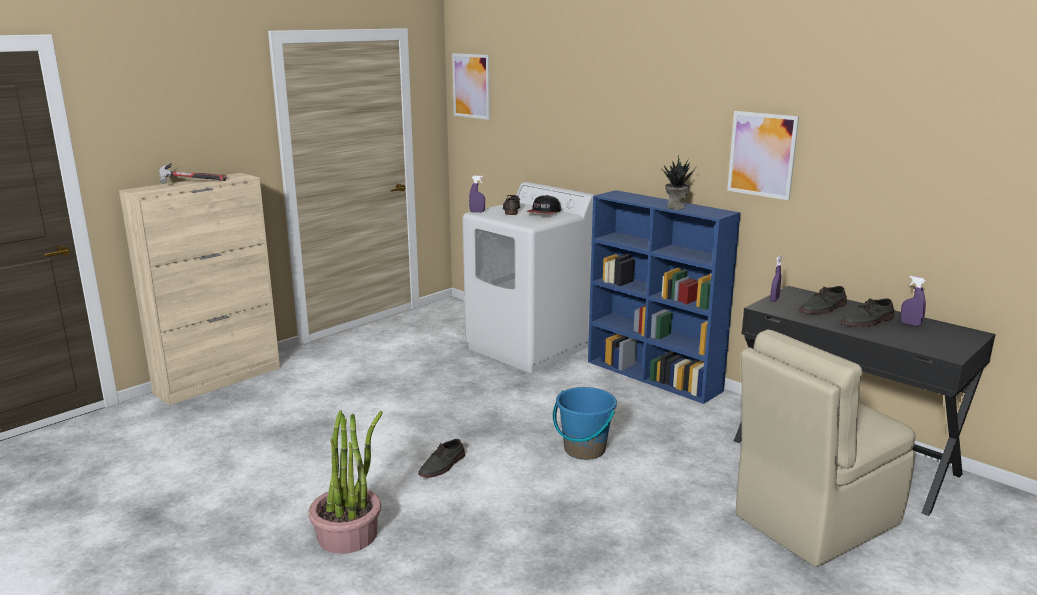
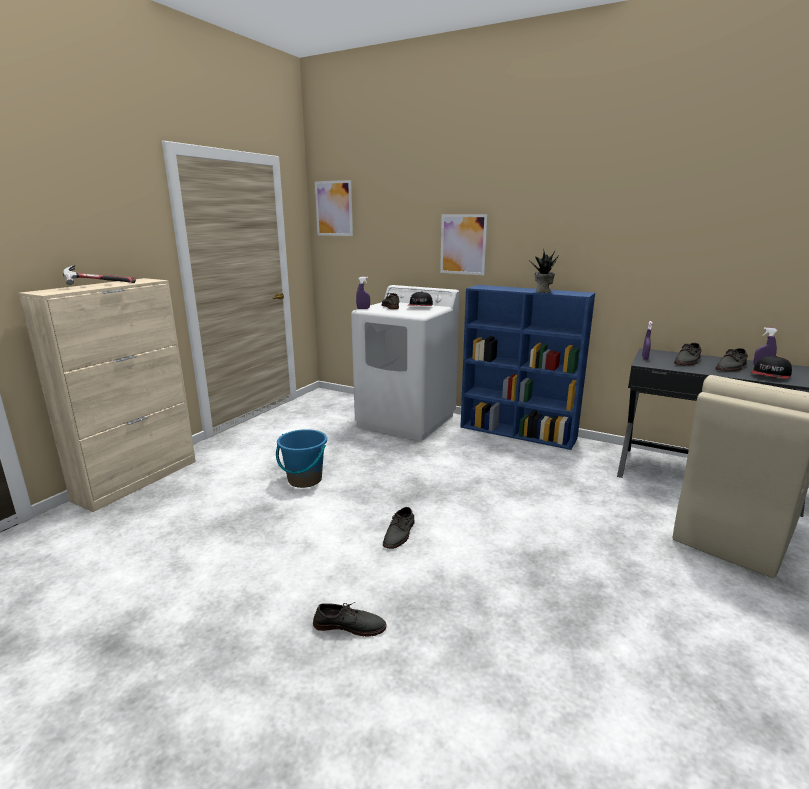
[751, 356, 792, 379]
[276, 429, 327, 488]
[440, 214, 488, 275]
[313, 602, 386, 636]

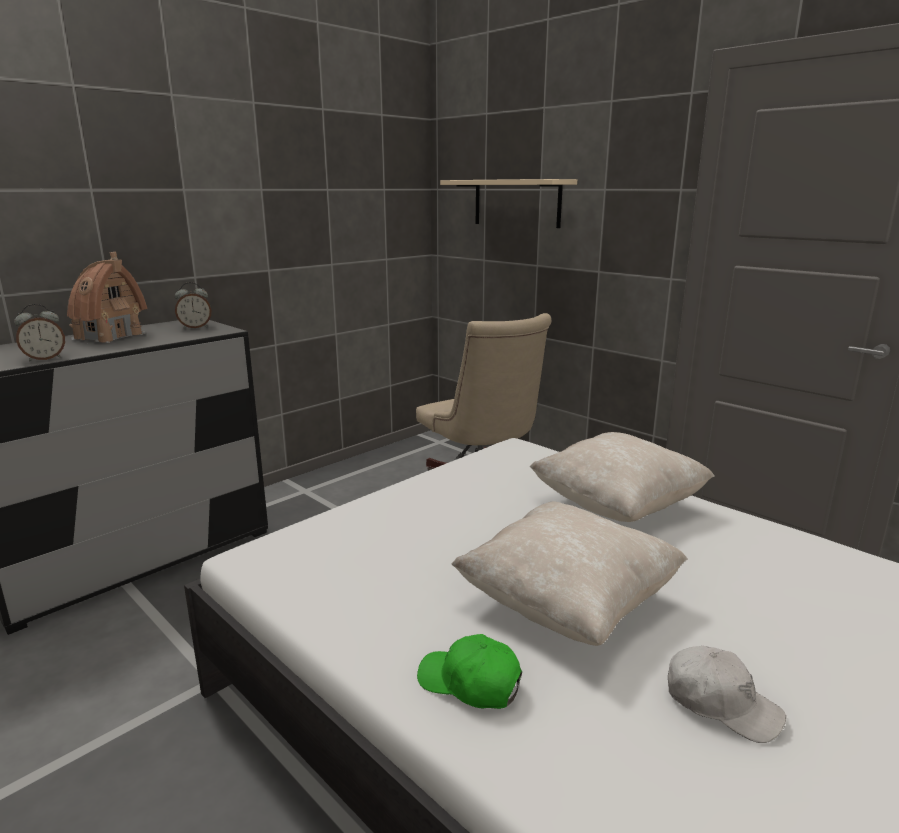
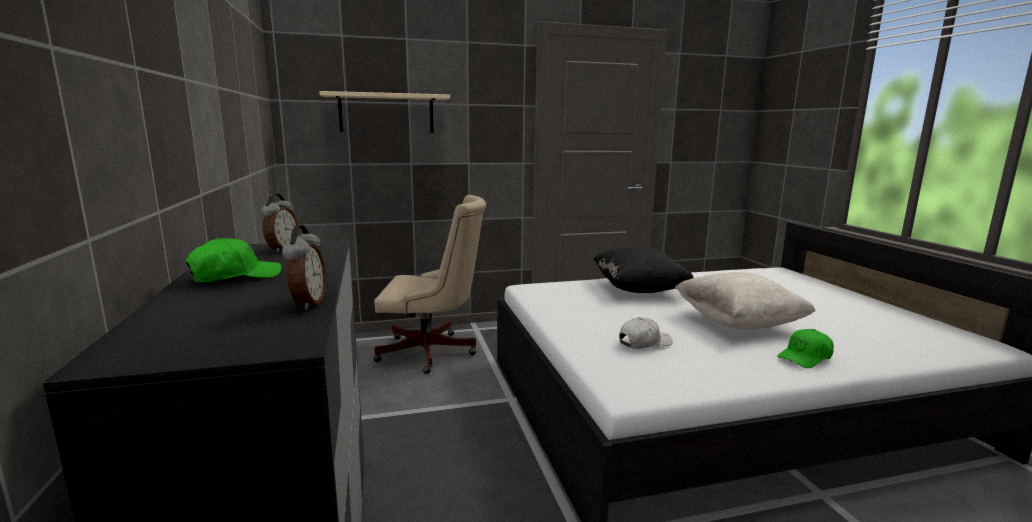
[619, 317, 673, 349]
[186, 238, 282, 282]
[594, 247, 694, 293]

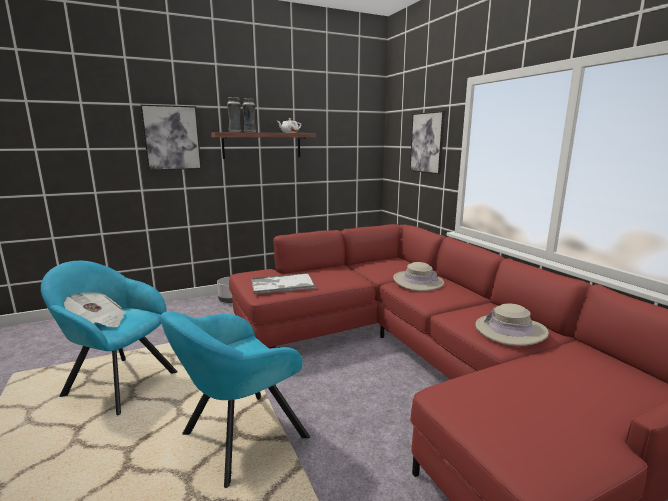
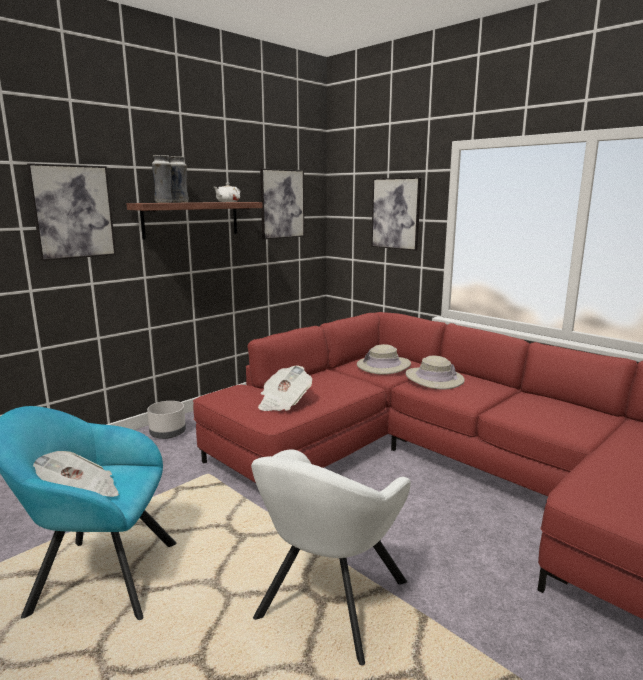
[260, 169, 304, 239]
[357, 344, 411, 375]
[258, 366, 312, 411]
[251, 449, 411, 666]

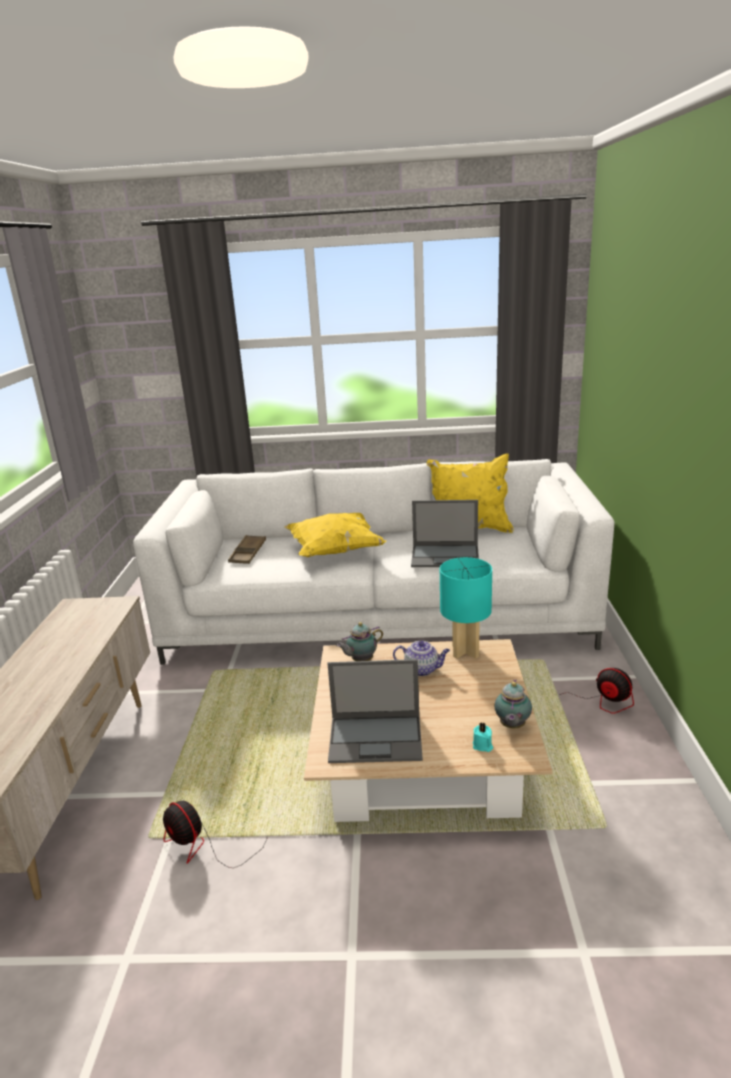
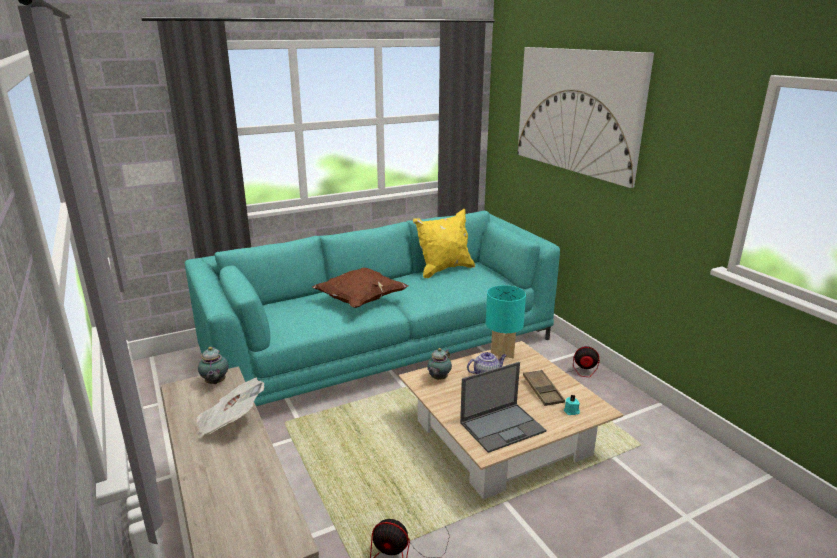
[411, 500, 479, 567] (first image)
[196, 378, 264, 438]
[517, 47, 654, 188]
[523, 370, 565, 406]
[198, 347, 229, 384]
[185, 211, 560, 406]
[312, 268, 408, 308]

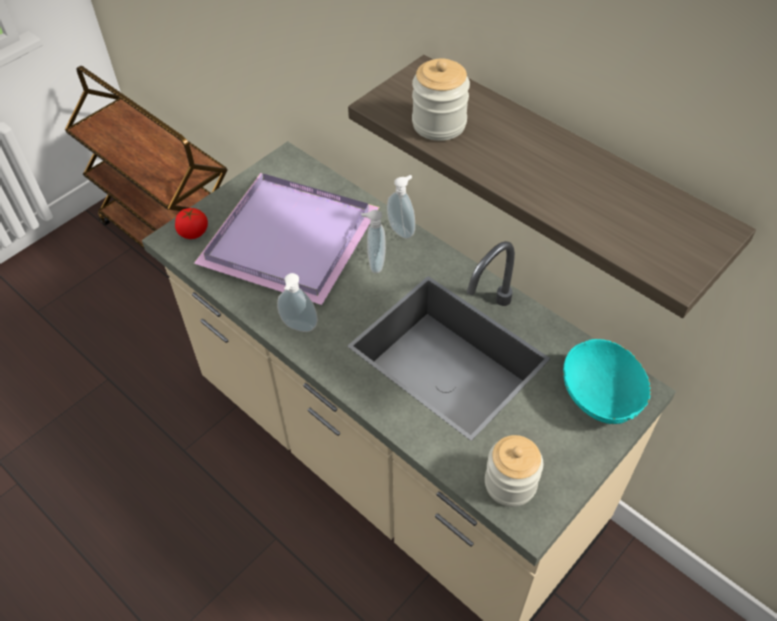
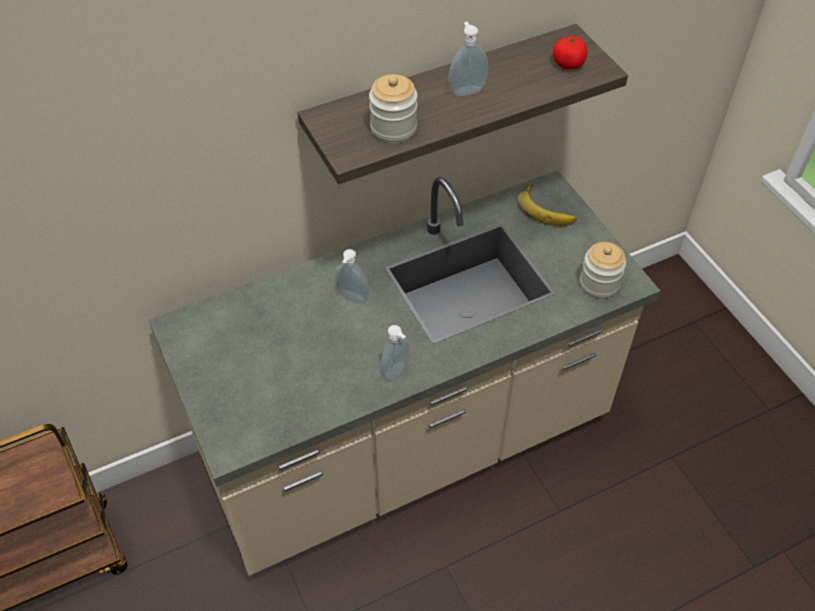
[194, 173, 379, 305] (first image)
[553, 36, 588, 70]
[448, 22, 488, 96]
[517, 183, 577, 226]

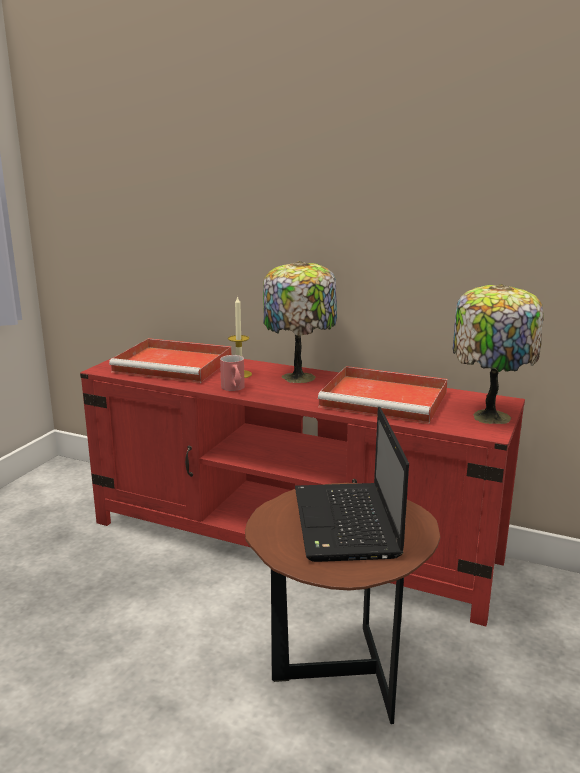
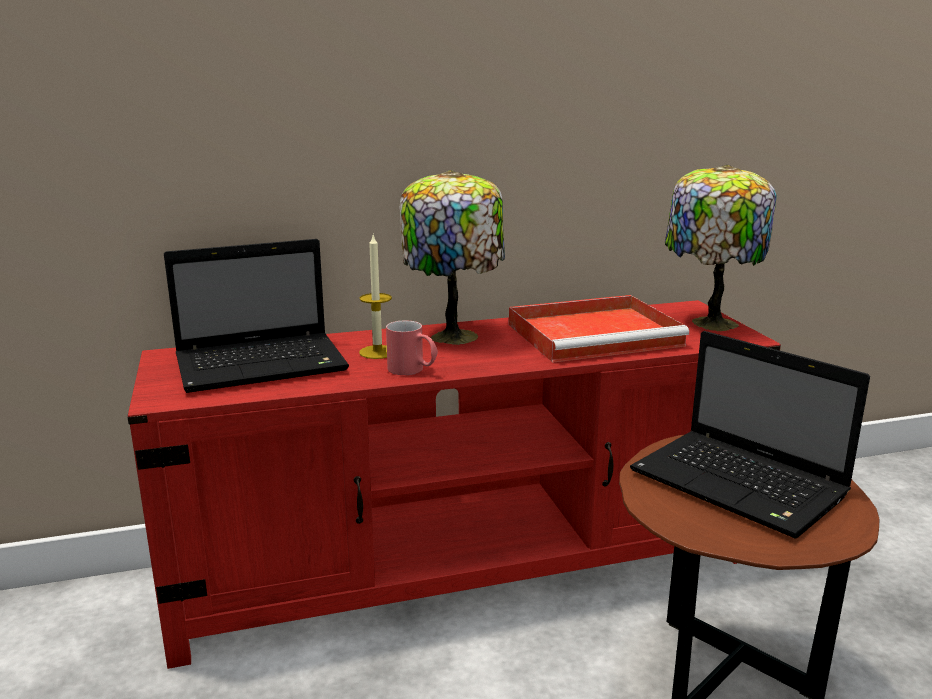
[164, 239, 349, 393]

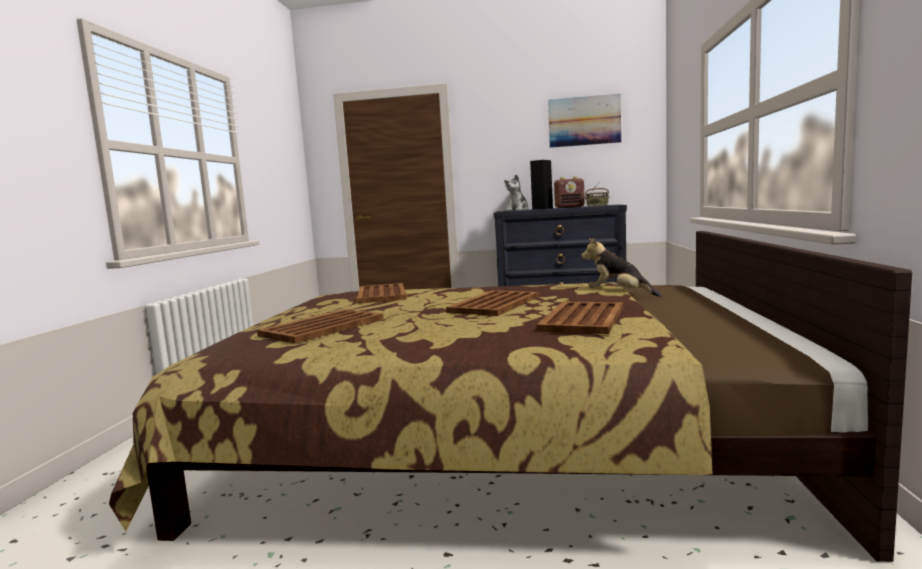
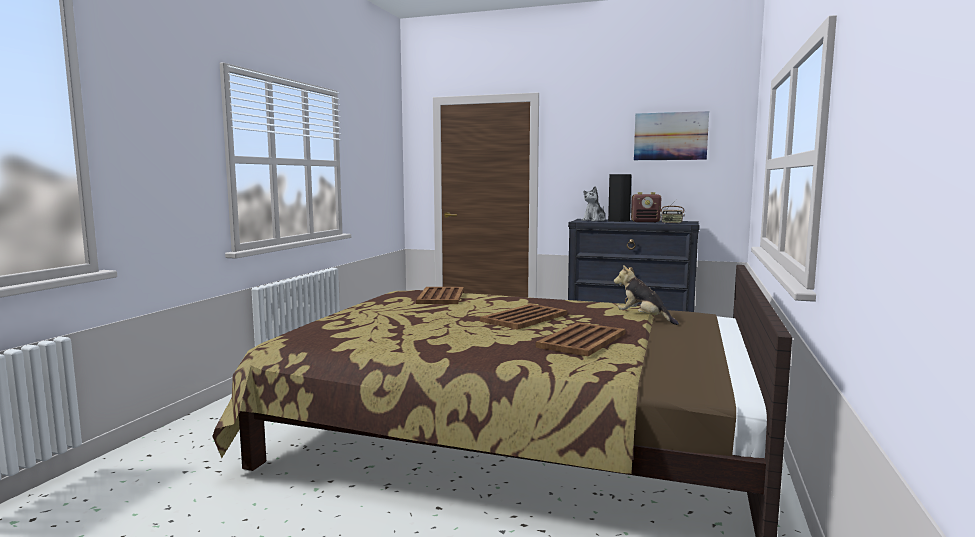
[257, 309, 384, 344] (first image)

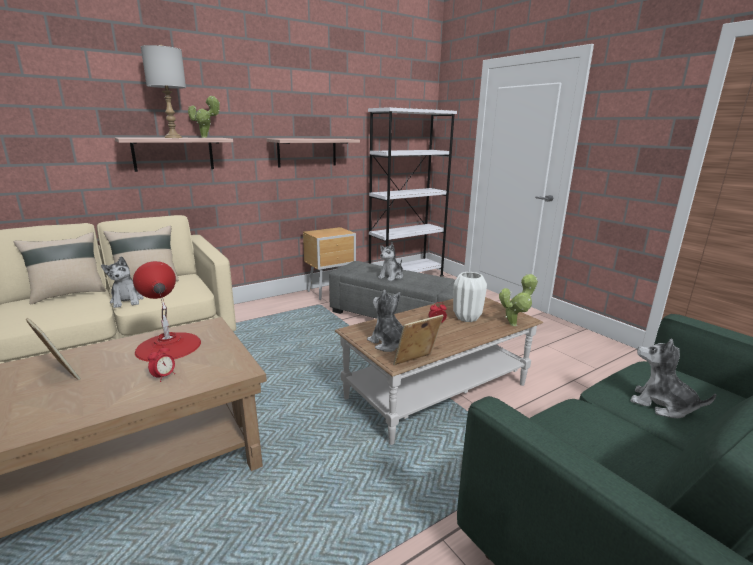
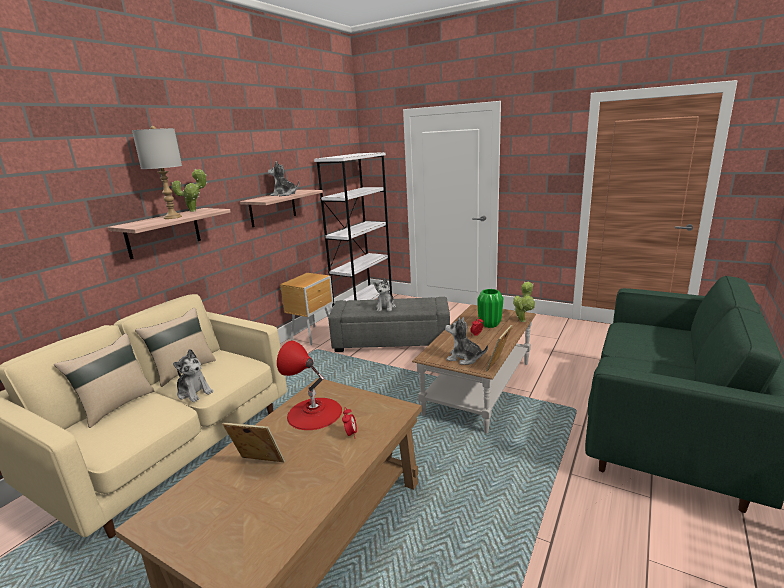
[268, 161, 299, 196]
[477, 289, 503, 328]

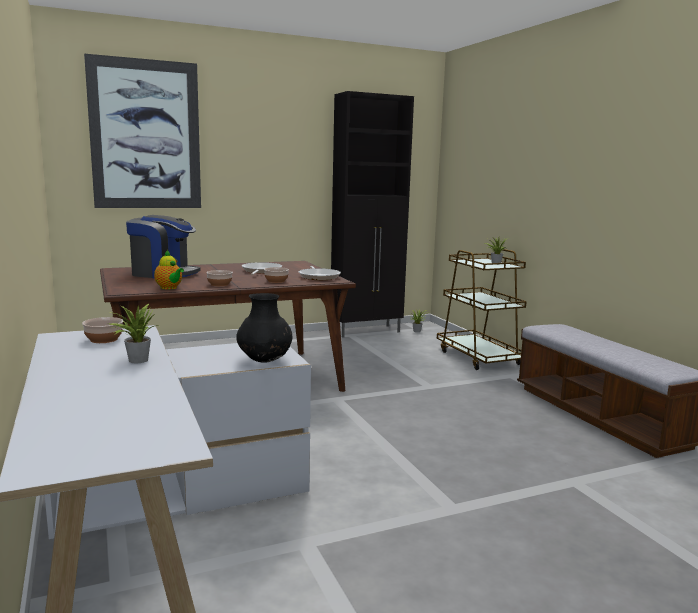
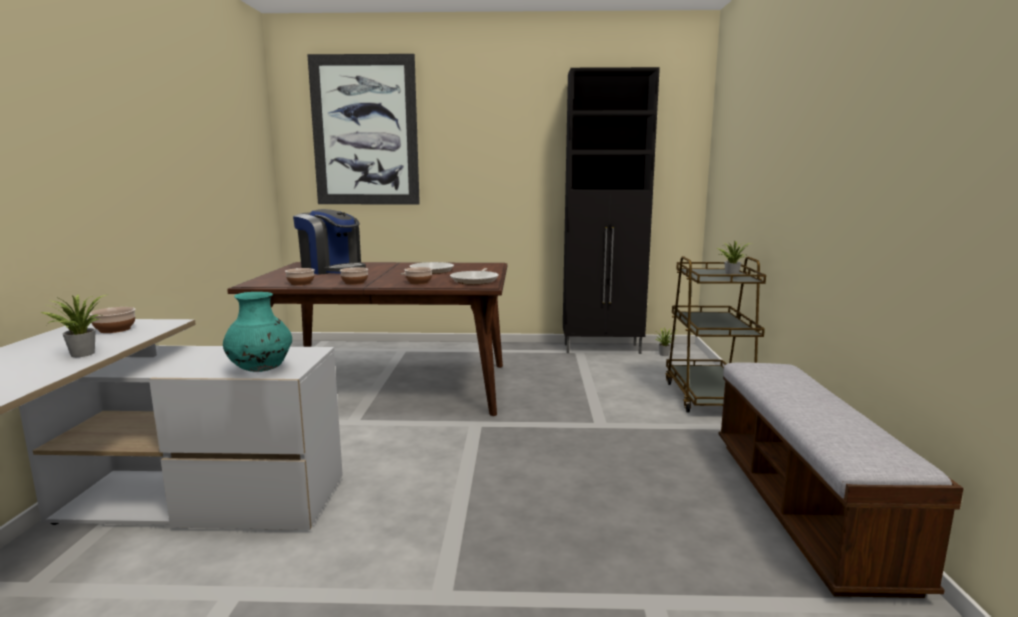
[285, 268, 315, 286]
[223, 292, 292, 372]

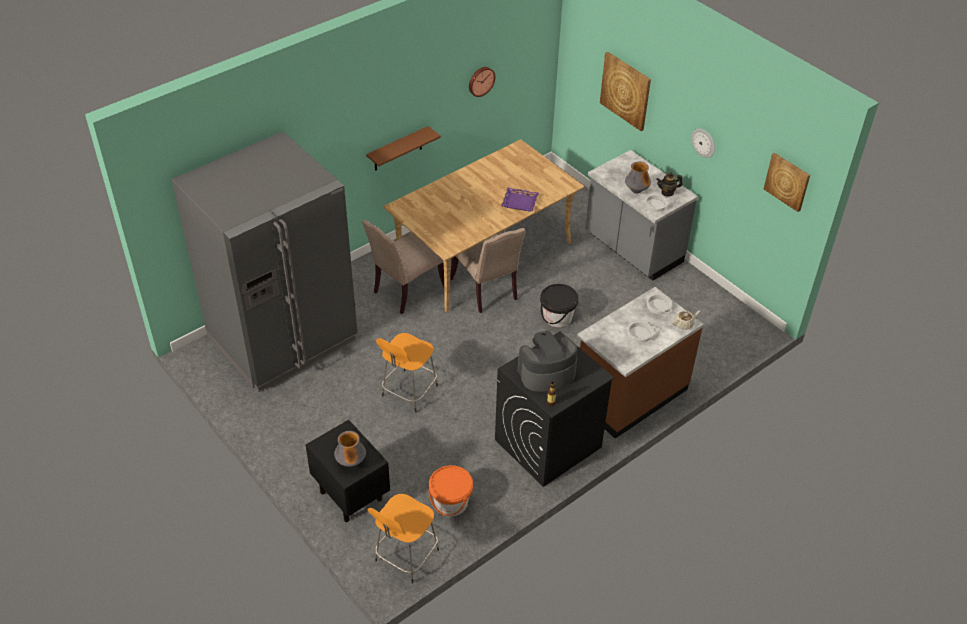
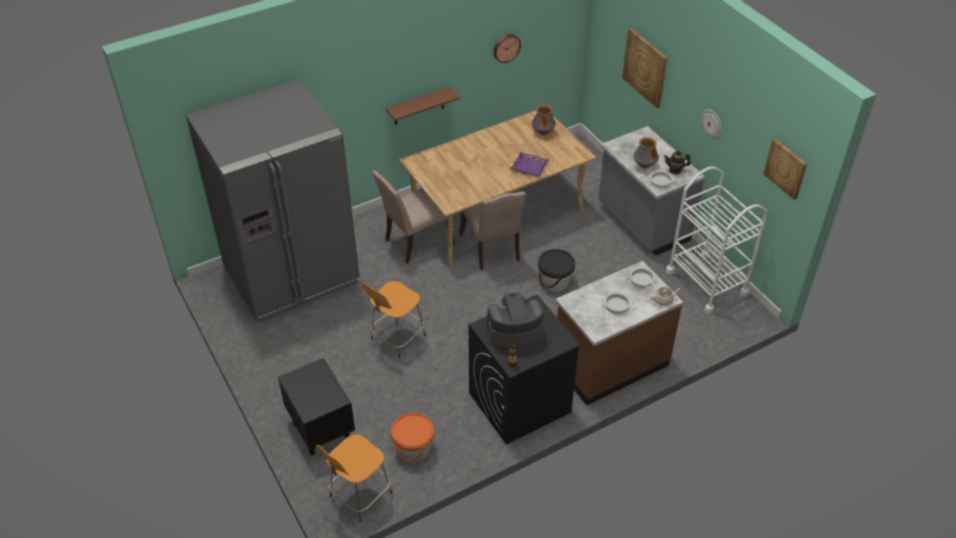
[666, 167, 768, 314]
[532, 105, 556, 135]

